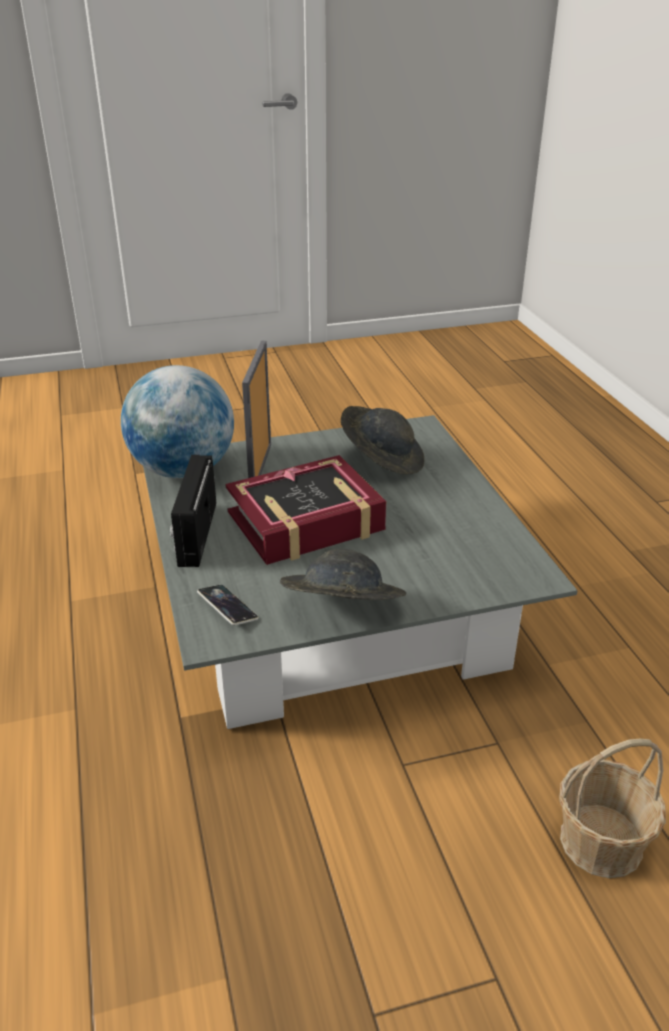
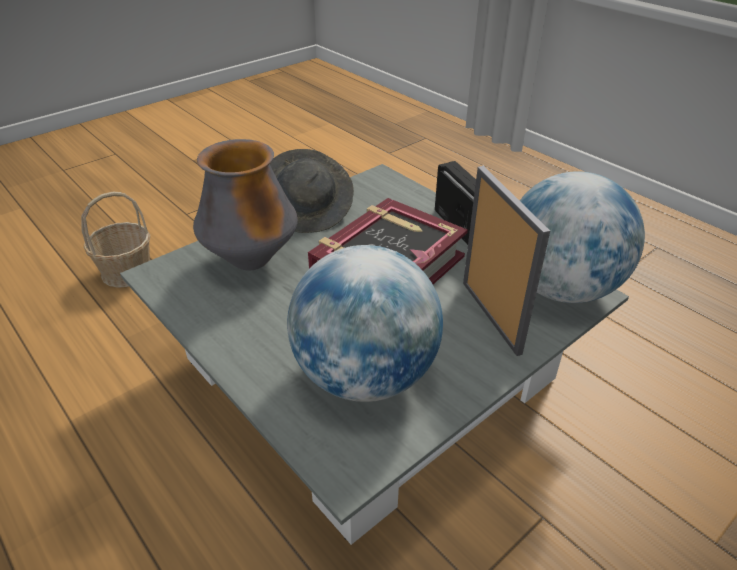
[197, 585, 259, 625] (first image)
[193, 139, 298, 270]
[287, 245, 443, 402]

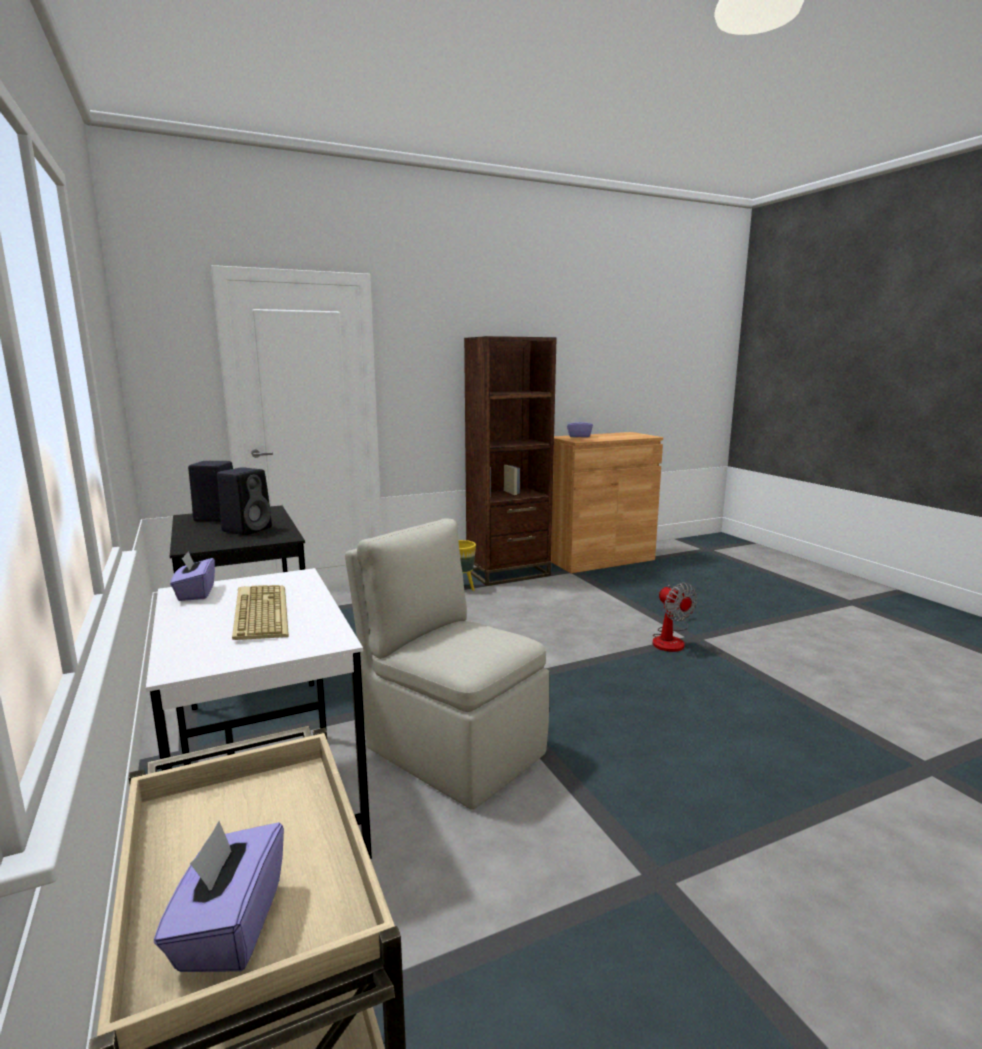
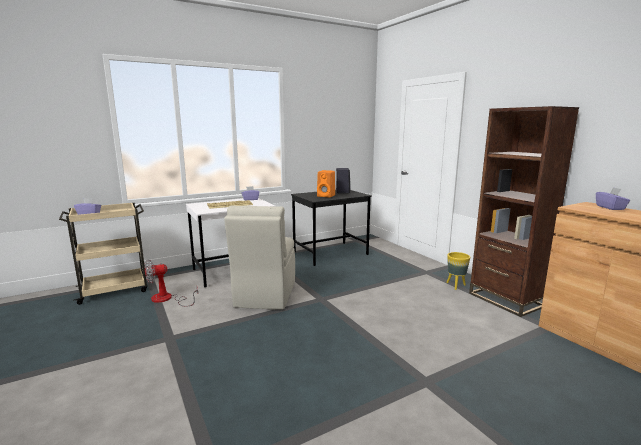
[144, 260, 198, 307]
[317, 170, 335, 198]
[224, 205, 295, 310]

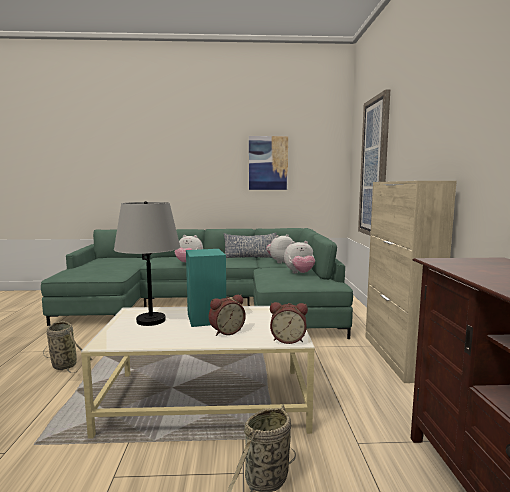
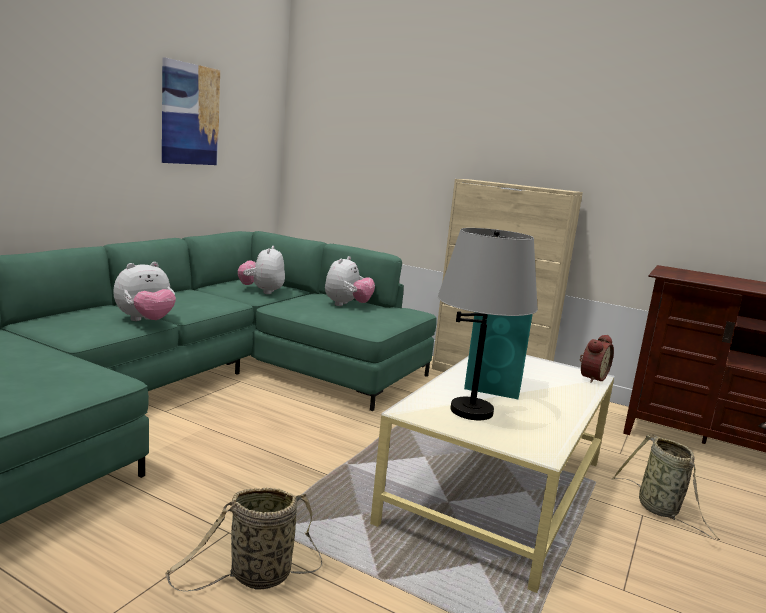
[209, 295, 246, 336] (first image)
[224, 233, 277, 258] (first image)
[358, 89, 390, 236] (first image)

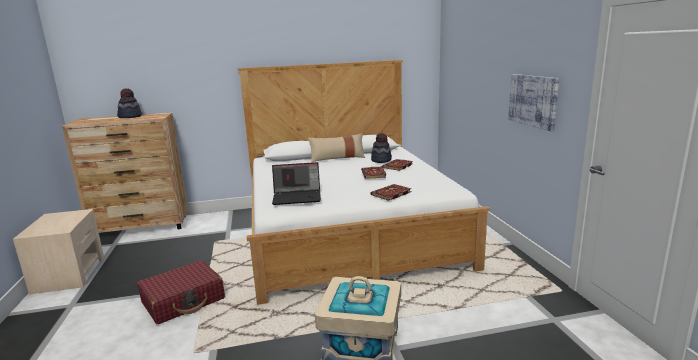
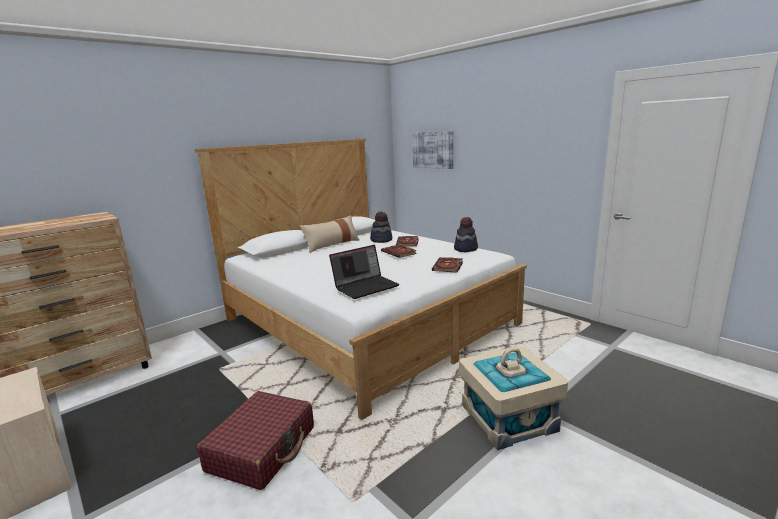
[454, 217, 478, 252]
[412, 131, 453, 169]

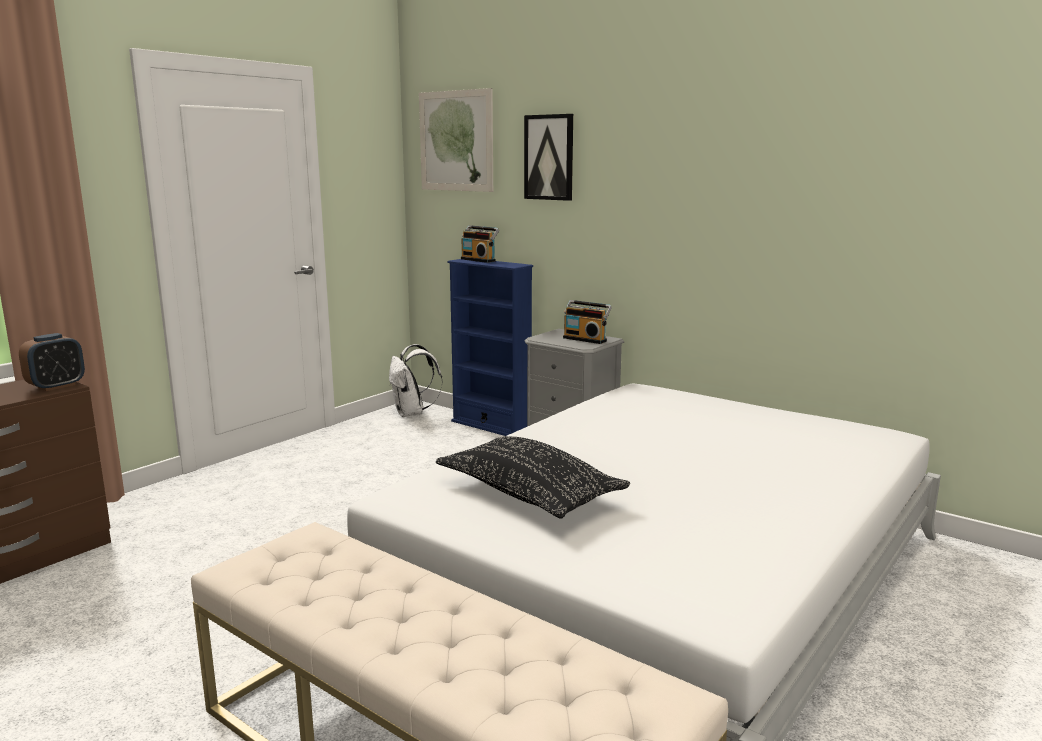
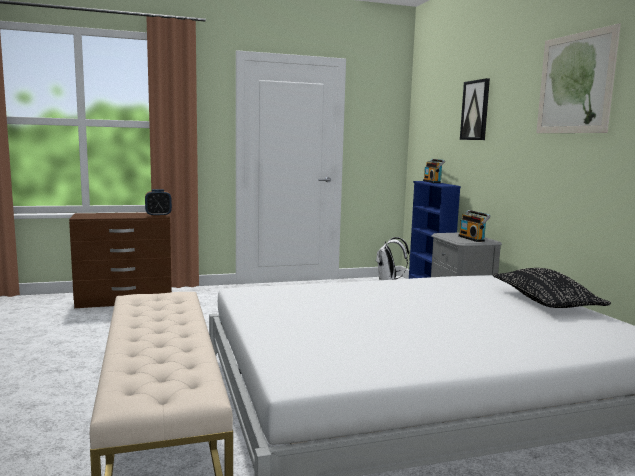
[536, 23, 621, 133]
[493, 268, 611, 308]

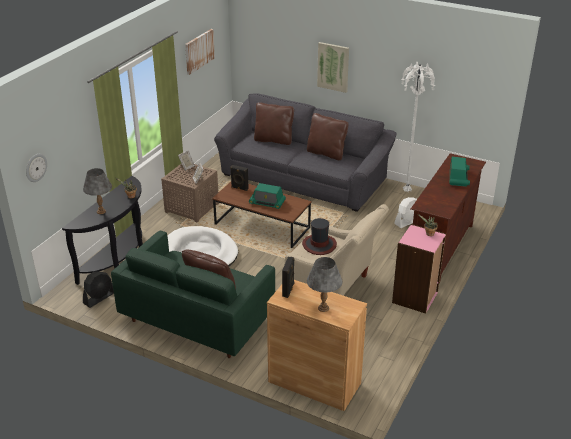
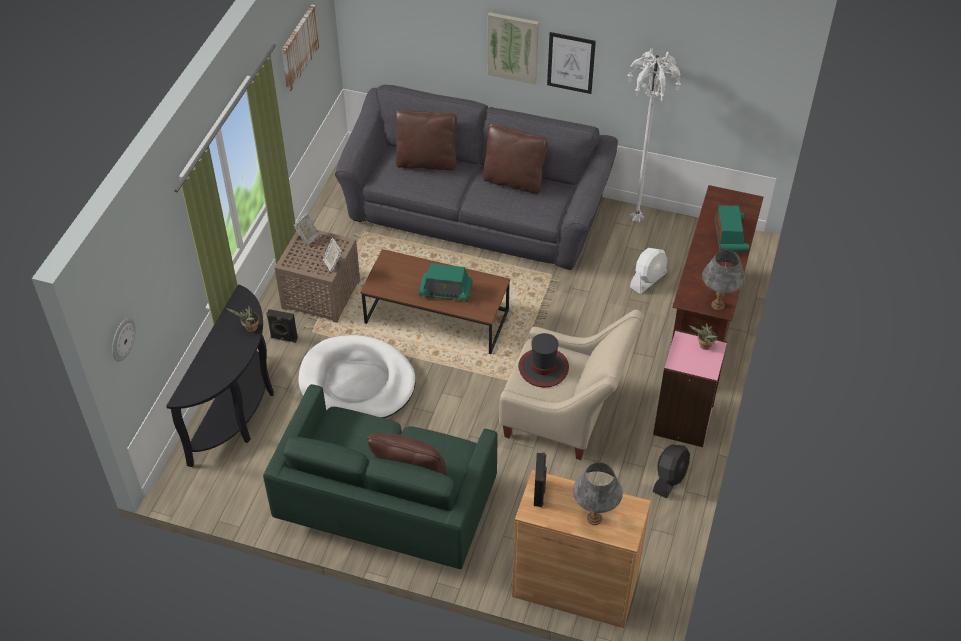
[547, 32, 596, 94]
[702, 250, 745, 310]
[653, 445, 690, 498]
[266, 309, 298, 343]

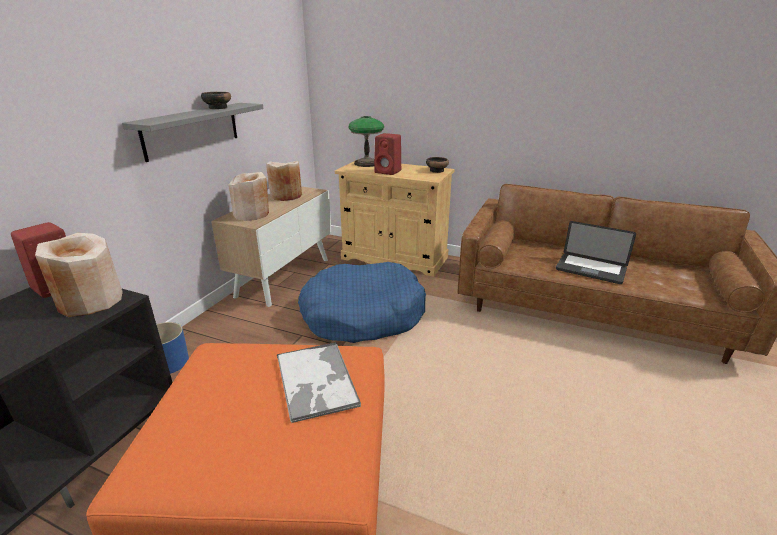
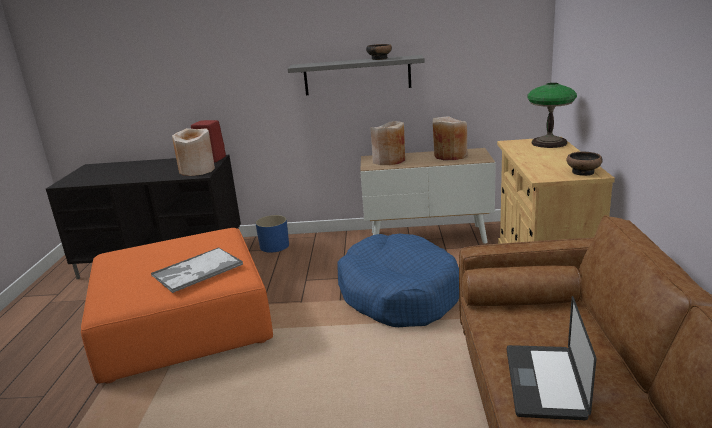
[374, 133, 401, 175] (first image)

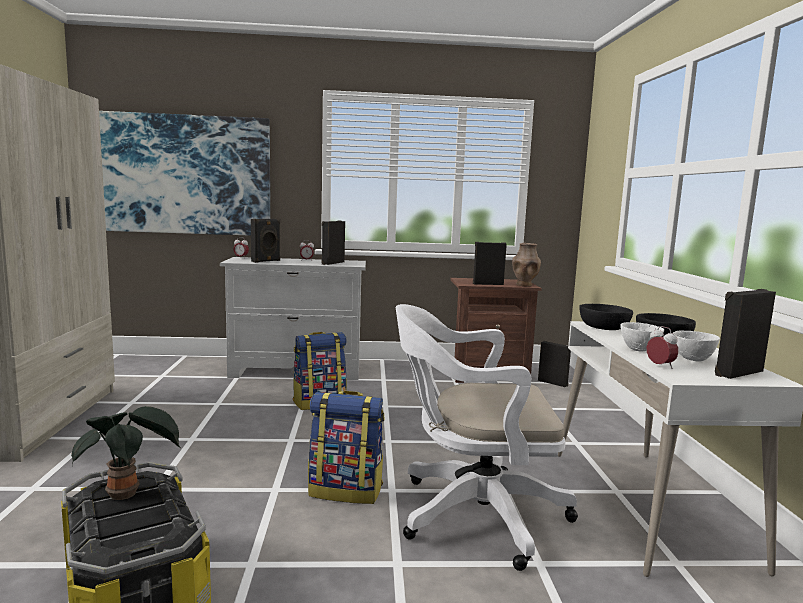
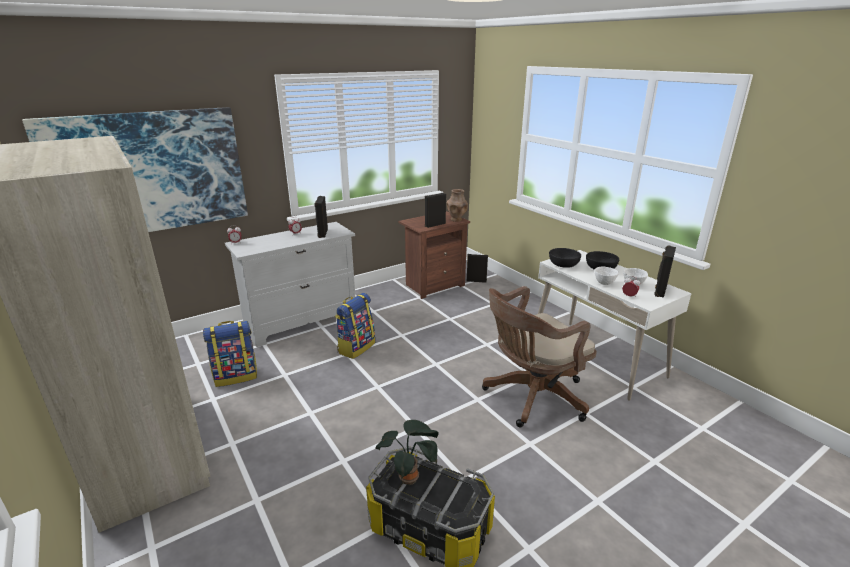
[251, 219, 280, 263] (first image)
[203, 321, 257, 387]
[482, 286, 597, 427]

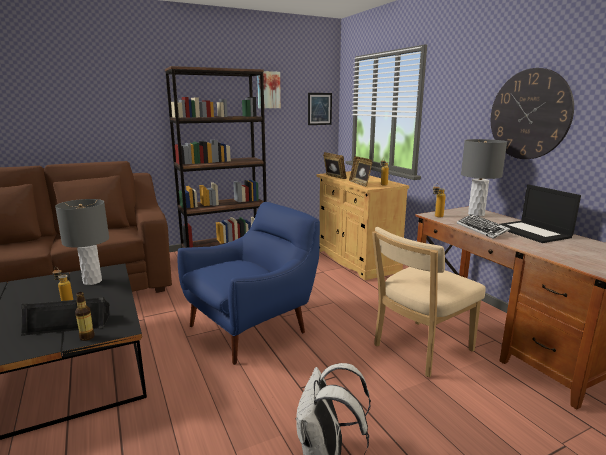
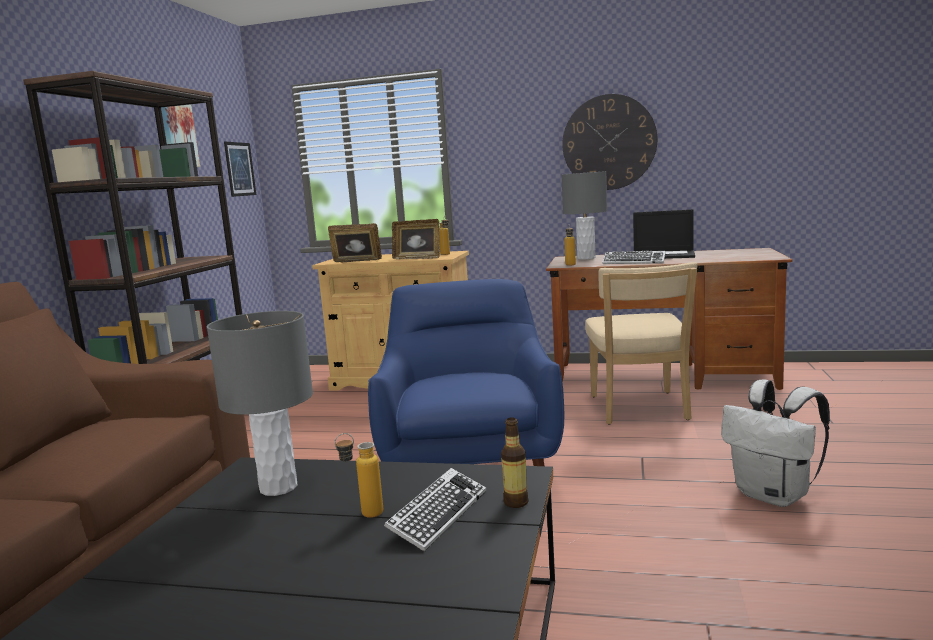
[384, 468, 486, 552]

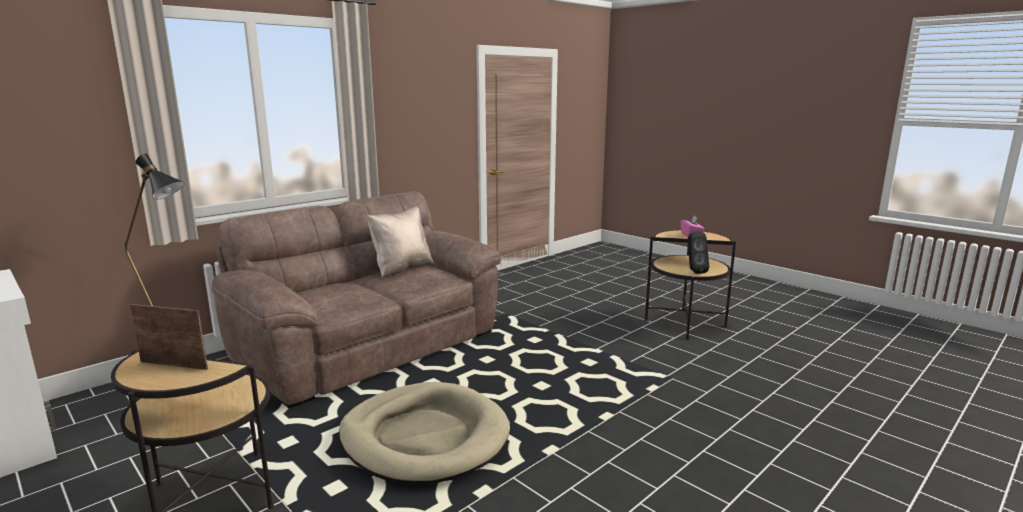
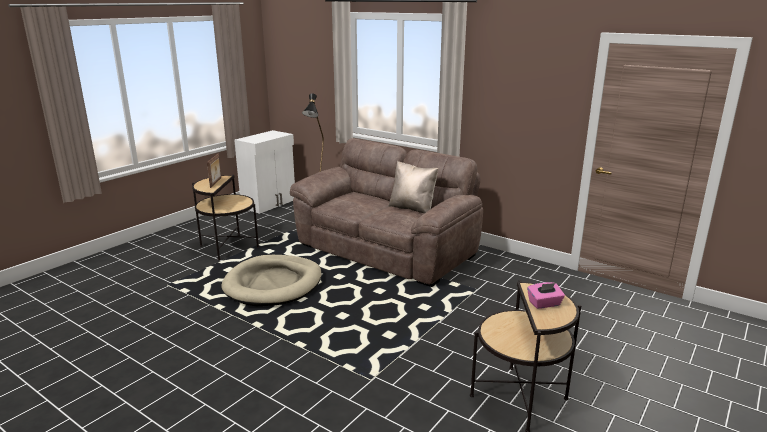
[688, 231, 709, 274] (first image)

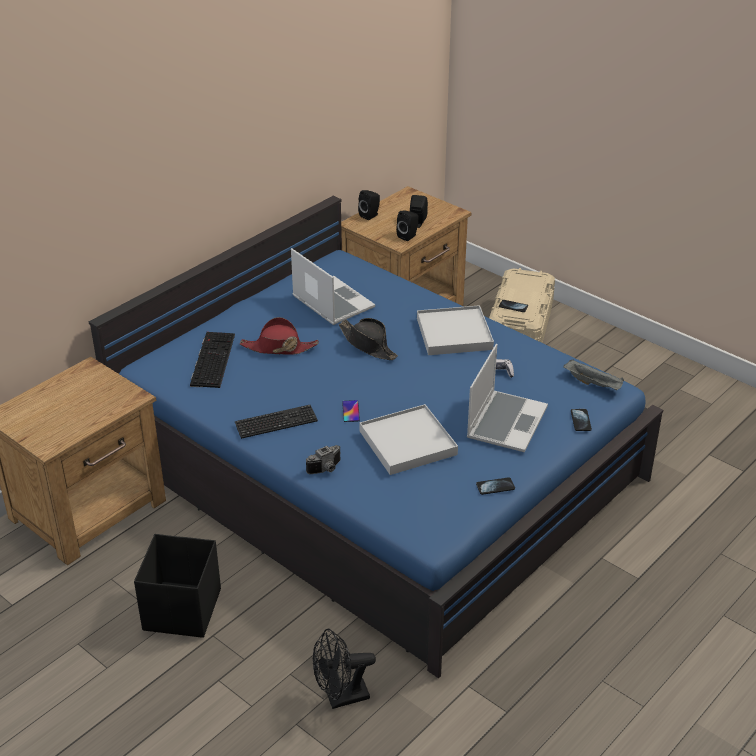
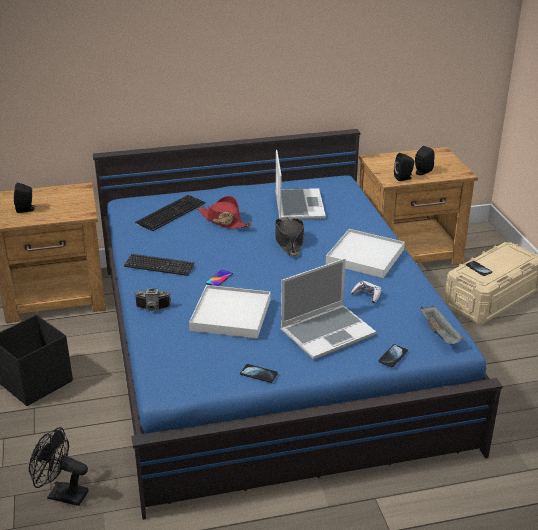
[14, 183, 37, 213]

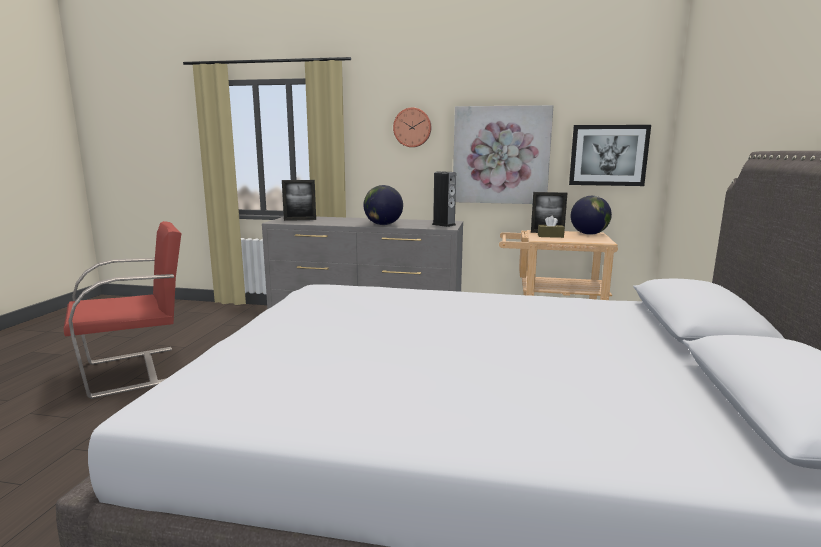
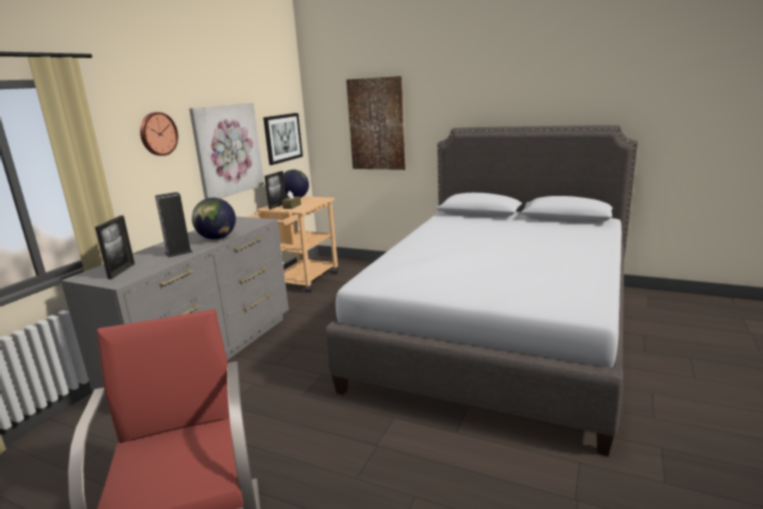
[346, 76, 406, 170]
[155, 192, 192, 257]

